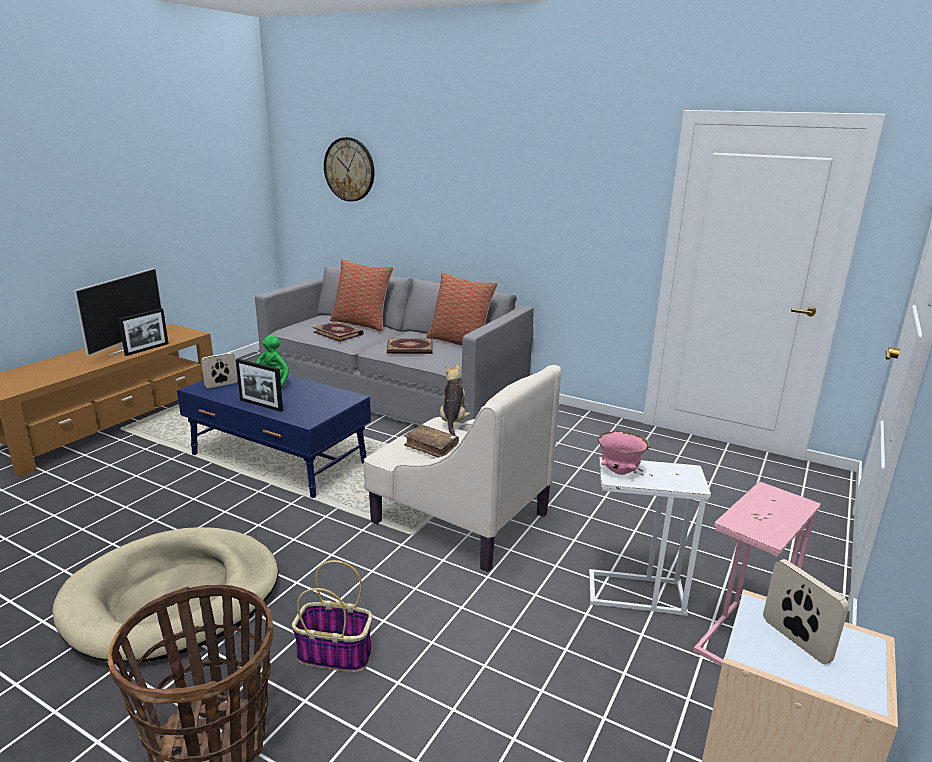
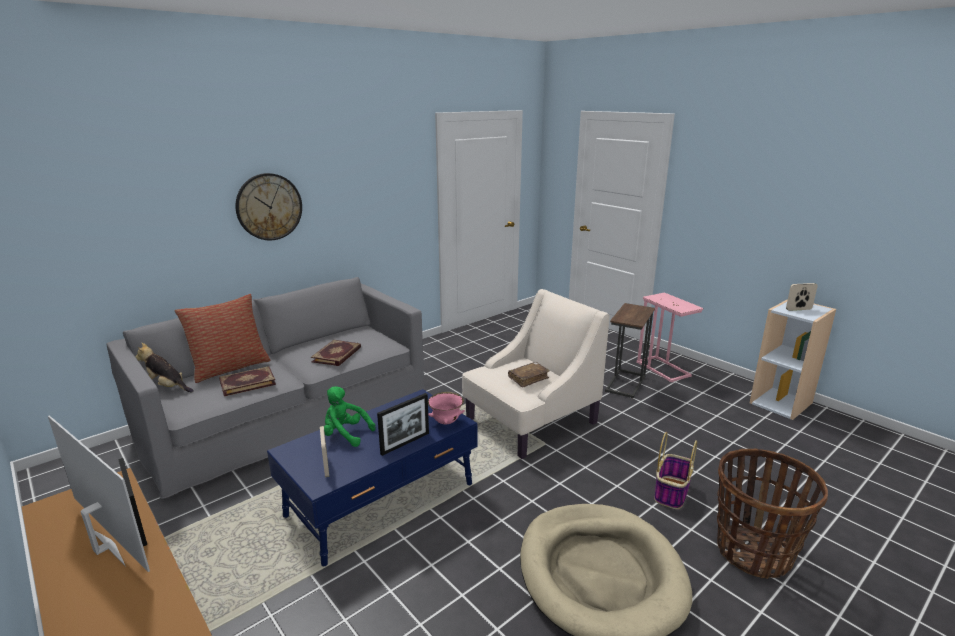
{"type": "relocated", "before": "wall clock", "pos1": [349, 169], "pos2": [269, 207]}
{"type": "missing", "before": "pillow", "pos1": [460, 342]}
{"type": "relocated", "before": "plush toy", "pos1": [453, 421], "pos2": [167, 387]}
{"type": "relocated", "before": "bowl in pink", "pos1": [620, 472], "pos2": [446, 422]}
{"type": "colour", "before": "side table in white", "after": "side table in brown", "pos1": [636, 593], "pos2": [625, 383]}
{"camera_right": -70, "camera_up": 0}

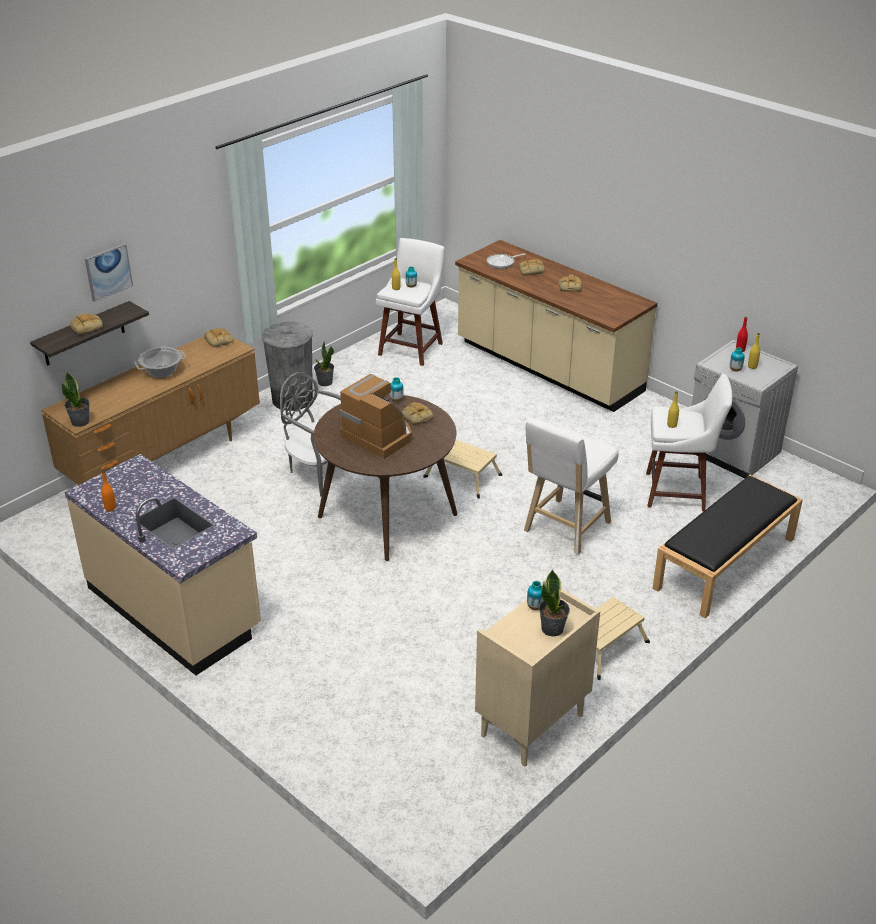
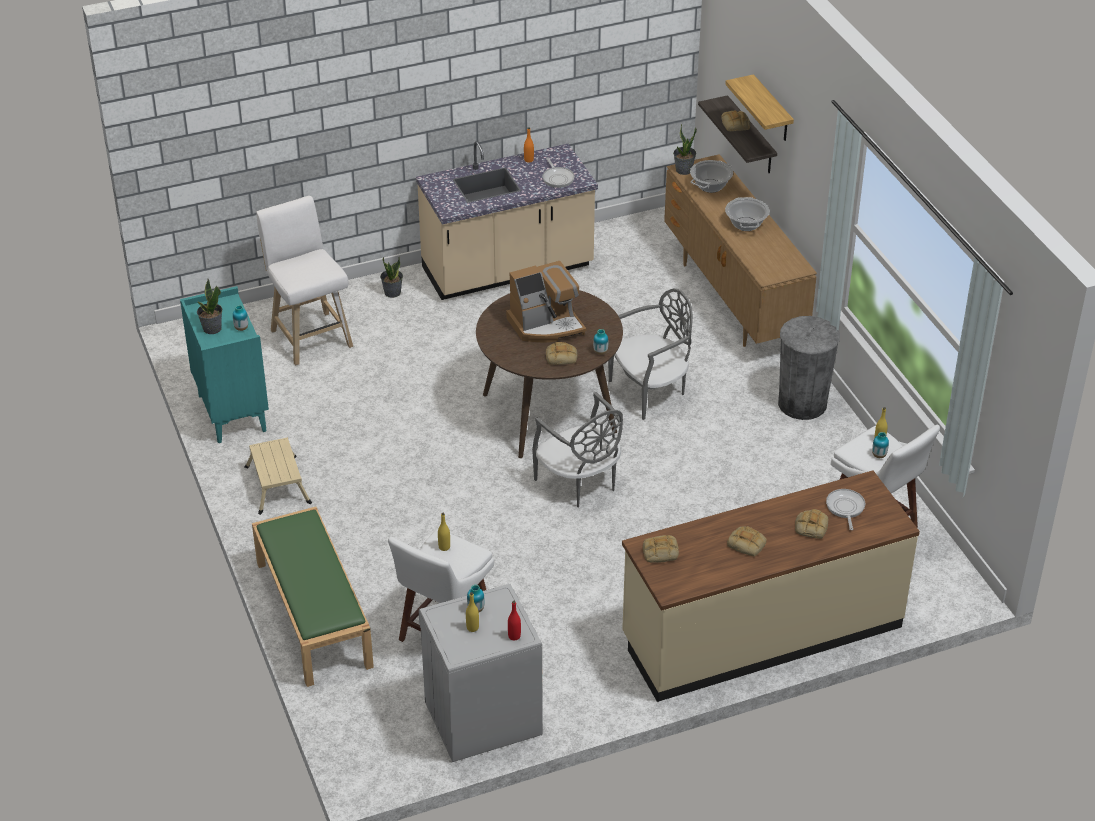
{"type": "exchanged", "before": "picture", "after": "shelf", "pos1": [108, 271], "pos2": [772, 110]}
{"type": "relocated", "before": "bread", "pos1": [219, 340], "pos2": [660, 552]}
{"type": "relocated", "before": "potted plant", "pos1": [325, 382], "pos2": [392, 292]}
{"type": "relocated", "before": "stool in white", "pos1": [564, 529], "pos2": [310, 336]}
{"type": "exchanged", "before": "step ladder in beige", "after": "chair in grey", "pos1": [463, 476], "pos2": [580, 483]}
{"type": "colour", "before": "bench in black", "after": "bench in green", "pos1": [725, 564], "pos2": [312, 613]}
{"type": "colour", "before": "cabinet in beige", "after": "cabinet in turquoise", "pos1": [531, 725], "pos2": [232, 412]}
{"type": "appeared", "after": "frying pan", "pos2": [557, 178]}
{"type": "appeared", "after": "cooking pot", "pos2": [710, 186]}
{"camera_right": 115, "camera_up": 5}

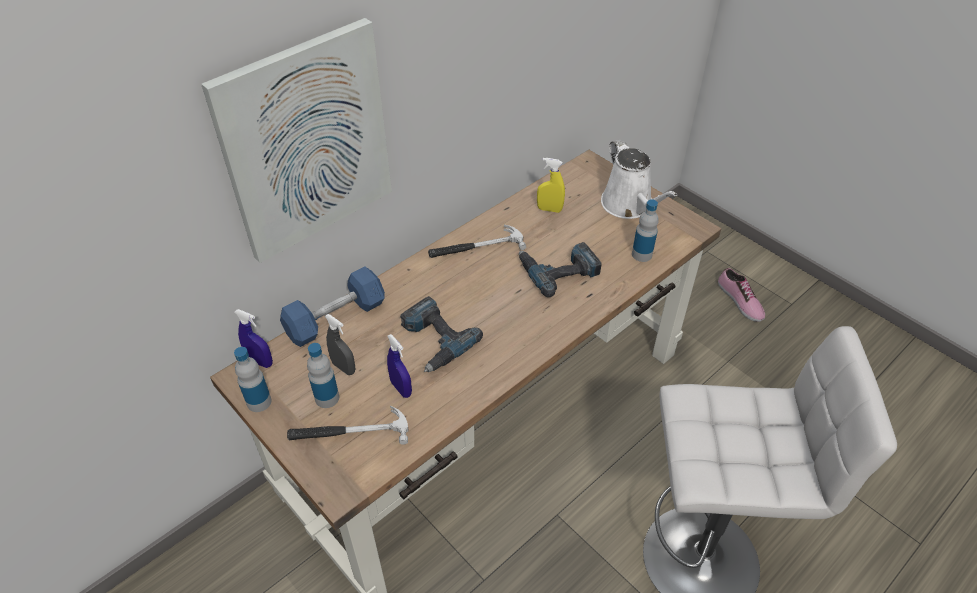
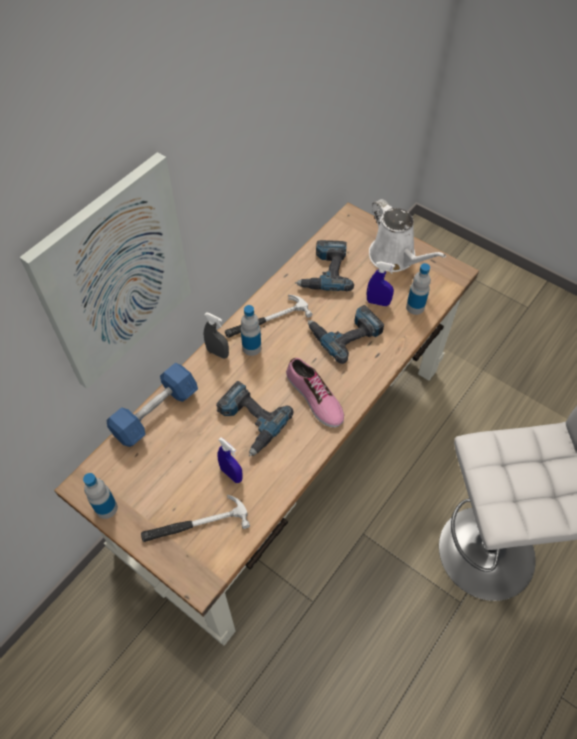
{"type": "exchanged", "before": "spray bottle in yellow", "after": "power drill", "pos1": [549, 209], "pos2": [324, 271]}
{"type": "relocated", "before": "shoe", "pos1": [739, 301], "pos2": [314, 398]}
{"type": "relocated", "before": "spray bottle in blue", "pos1": [260, 362], "pos2": [378, 302]}
{"type": "relocated", "before": "spray bottle in grey", "pos1": [343, 367], "pos2": [217, 353]}
{"type": "relocated", "before": "bottle", "pos1": [327, 398], "pos2": [251, 347]}
{"camera_right": -10, "camera_up": 10}

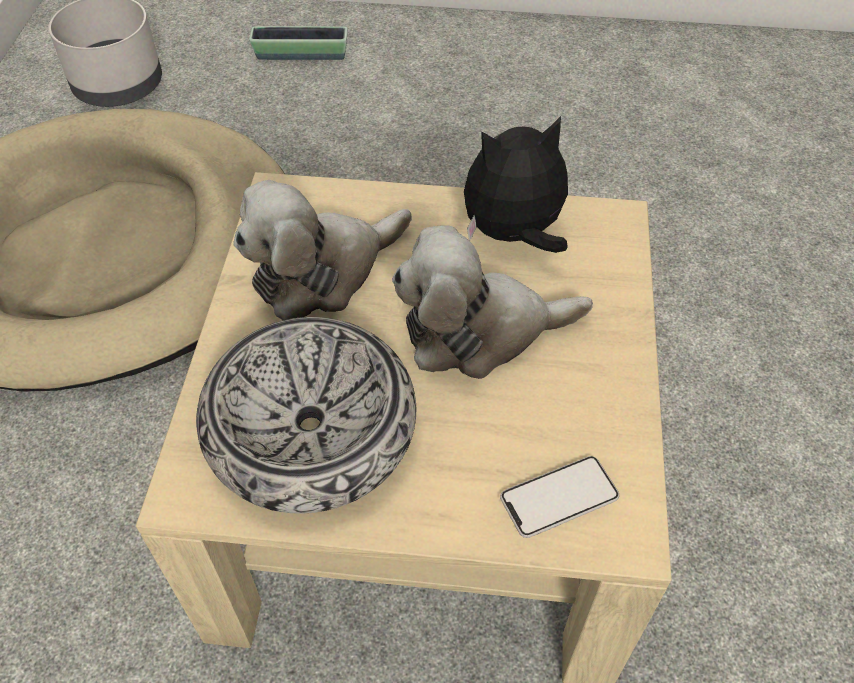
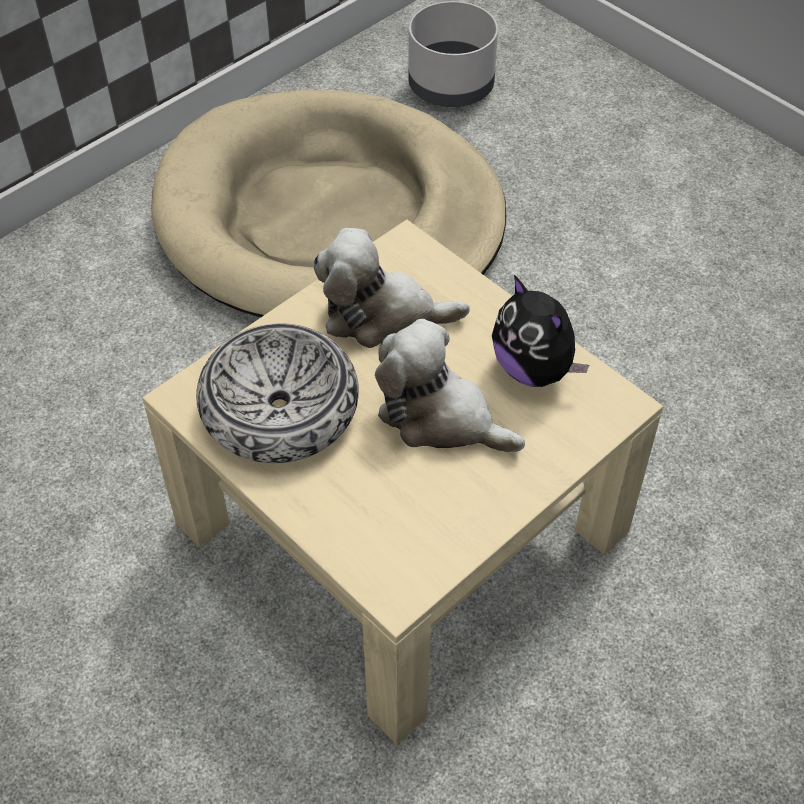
{"type": "missing", "before": "planter", "pos1": [301, 55]}
{"type": "spun", "before": "plush toy", "pos1": [514, 235], "pos2": [534, 369], "turn": -150}
{"type": "missing", "before": "phone", "pos1": [559, 497]}
{"camera_right": 40, "camera_up": 0}

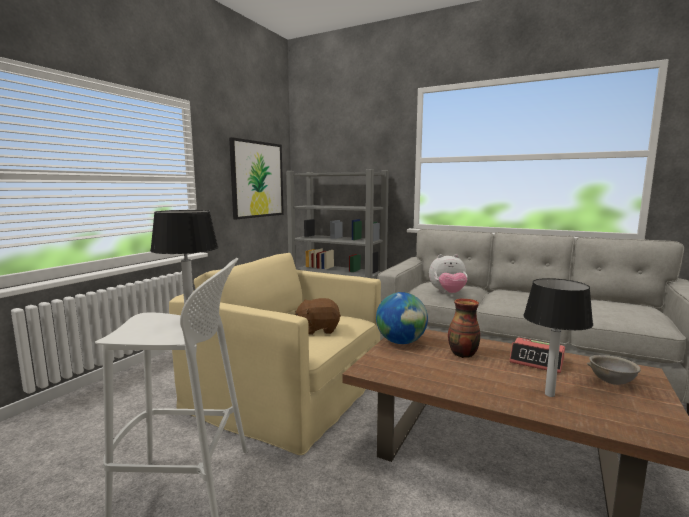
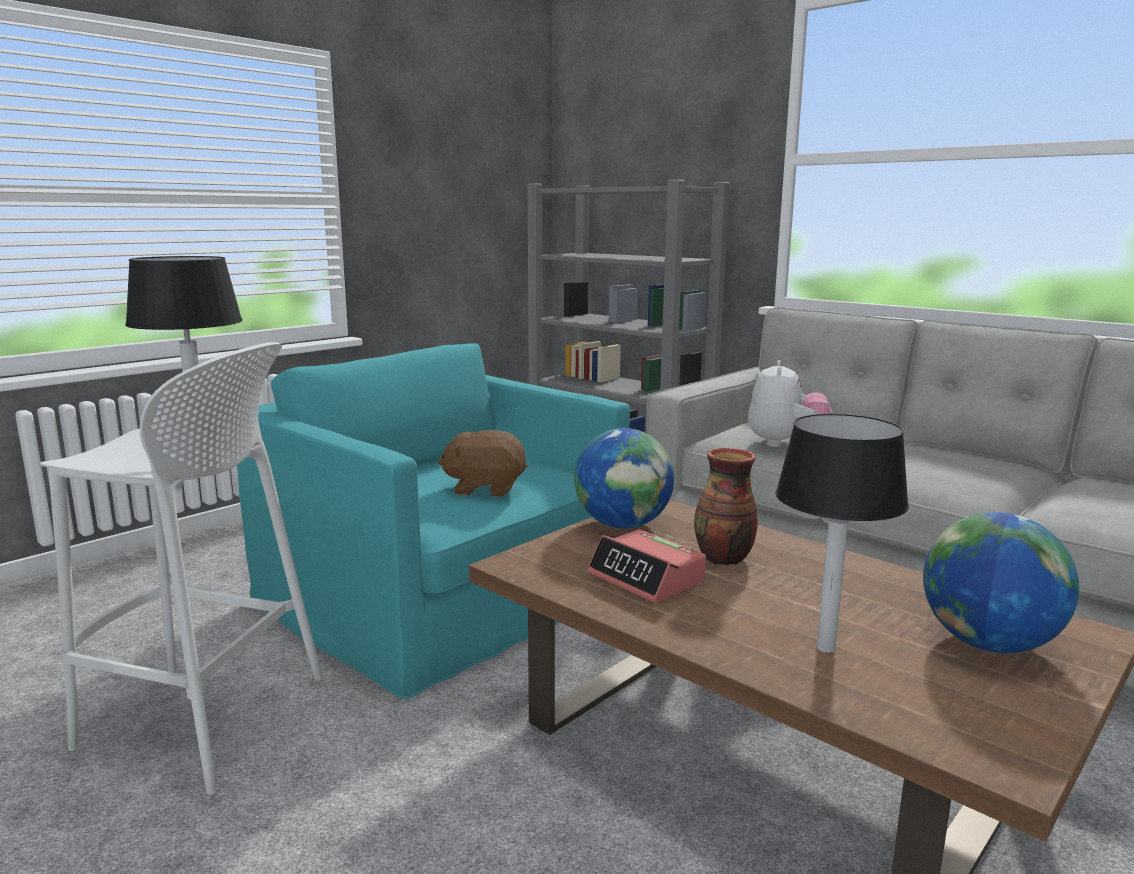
{"type": "missing", "before": "picture", "pos1": [257, 179]}
{"type": "colour", "before": "armchair in beige", "after": "armchair in turquoise", "pos1": [287, 390], "pos2": [442, 594]}
{"type": "spun", "before": "plush toy", "pos1": [448, 293], "pos2": [785, 443], "turn": -90}
{"type": "relocated", "before": "alarm clock", "pos1": [537, 361], "pos2": [646, 579]}
{"type": "exchanged", "before": "bowl in grey", "after": "globe", "pos1": [611, 382], "pos2": [988, 644]}
{"camera_right": 15, "camera_up": 5}

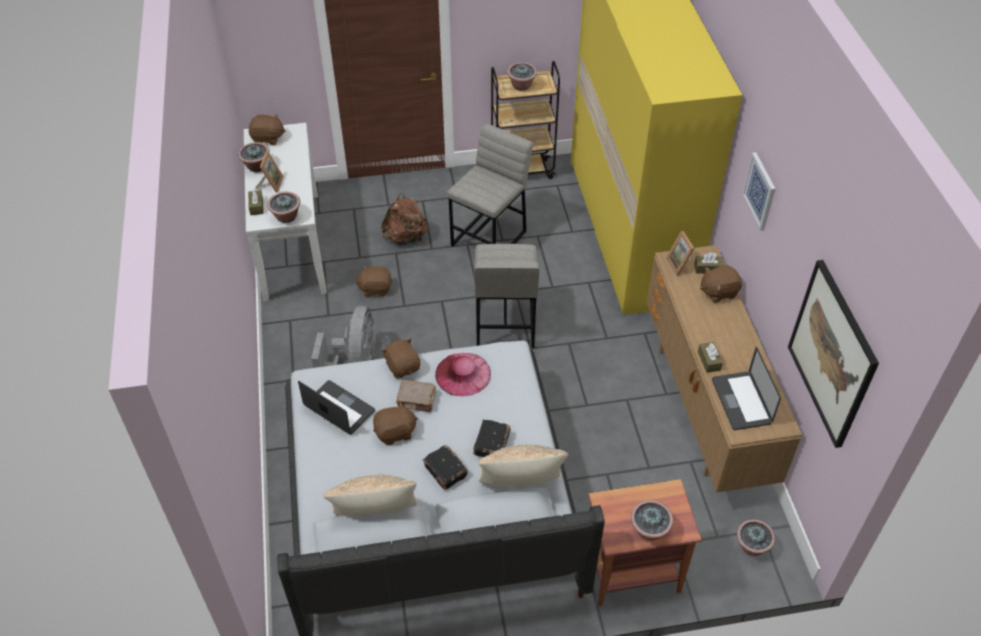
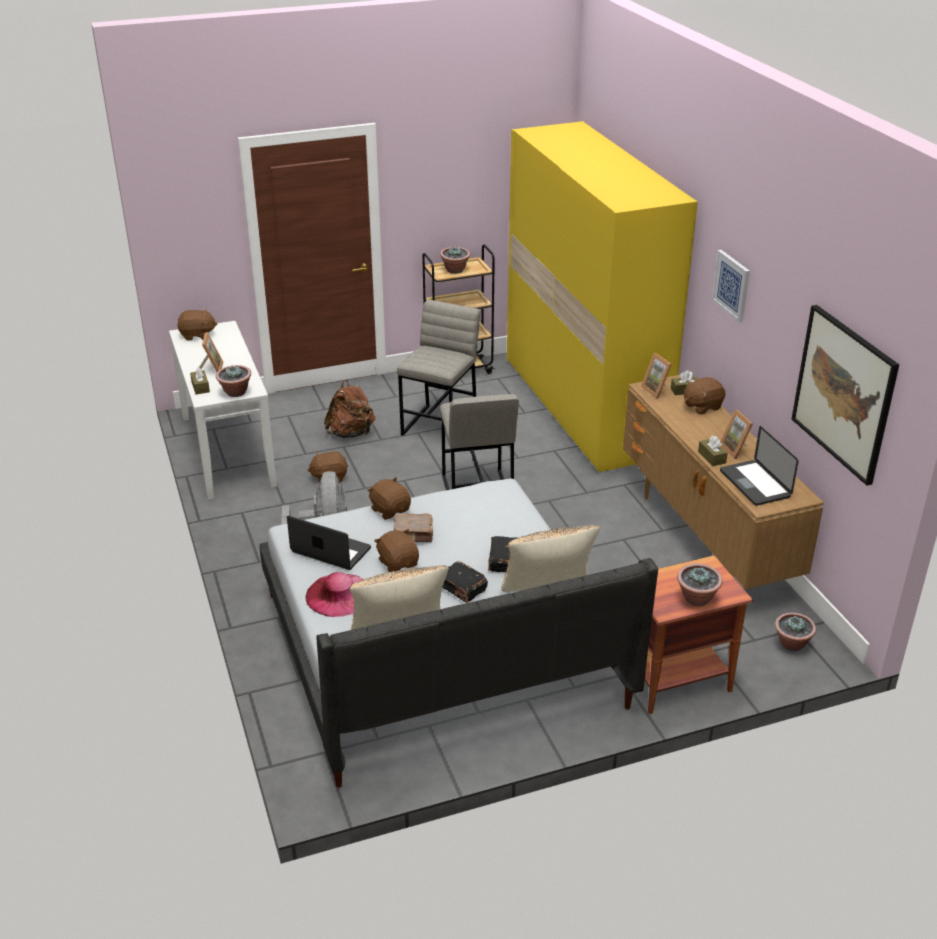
{"type": "missing", "before": "potted plant", "pos1": [256, 167]}
{"type": "relocated", "before": "hat in pink", "pos1": [463, 374], "pos2": [338, 595]}
{"type": "spun", "before": "plush toy in brown", "pos1": [395, 432], "pos2": [398, 563], "turn": -90}
{"type": "appeared", "after": "picture frame", "pos2": [736, 450]}
{"camera_right": -10, "camera_up": -15}

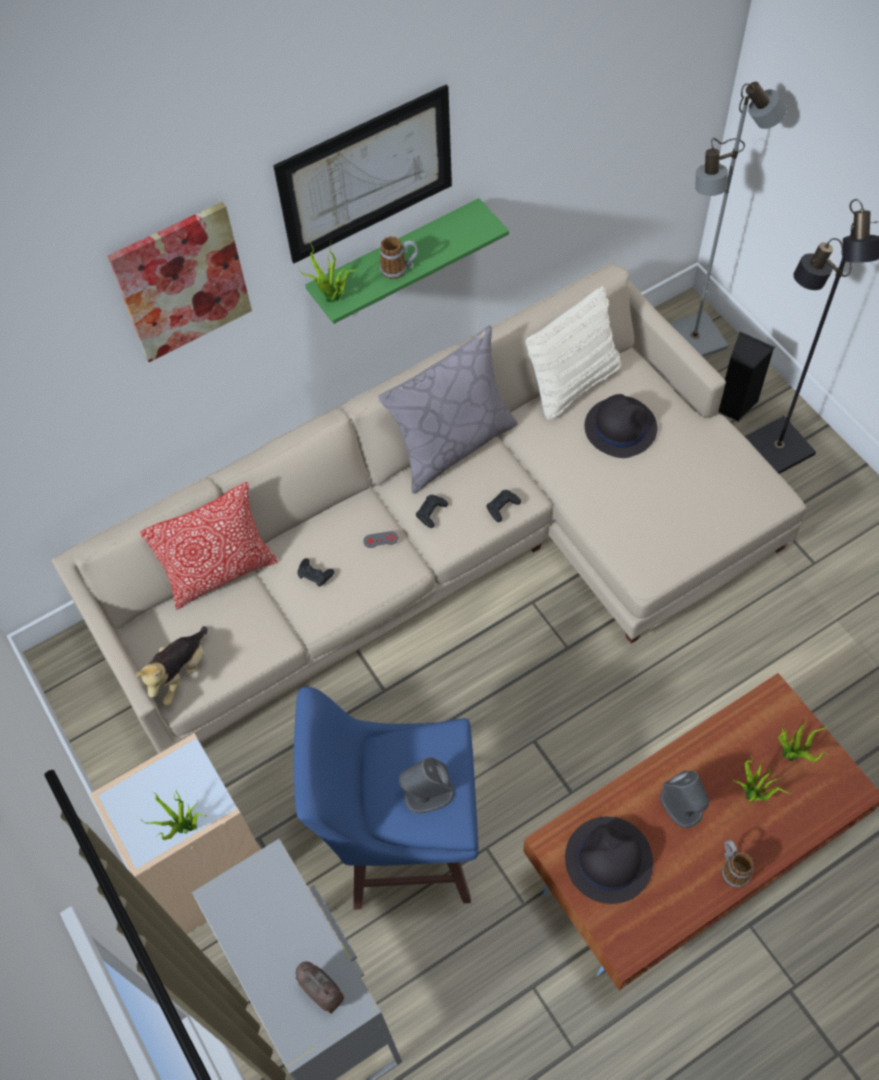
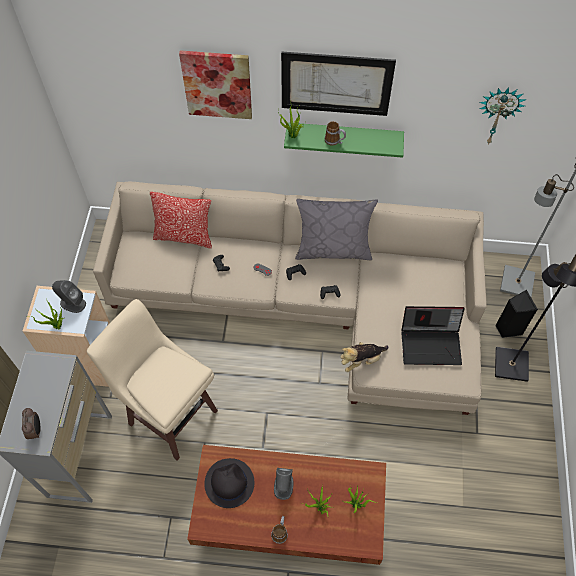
{"type": "missing", "before": "pillow in beige", "pos1": [572, 384]}
{"type": "missing", "before": "hat in black", "pos1": [620, 427]}
{"type": "relocated", "before": "plush toy", "pos1": [180, 673], "pos2": [361, 360]}
{"type": "colour", "before": "stool in blue", "after": "stool in beige", "pos1": [404, 847], "pos2": [171, 415]}
{"type": "relocated", "before": "speaker in grey", "pos1": [428, 794], "pos2": [72, 303]}
{"type": "appeared", "after": "wall clock", "pos2": [497, 114]}
{"type": "appeared", "after": "laptop", "pos2": [431, 343]}
{"camera_right": 35, "camera_up": 0}

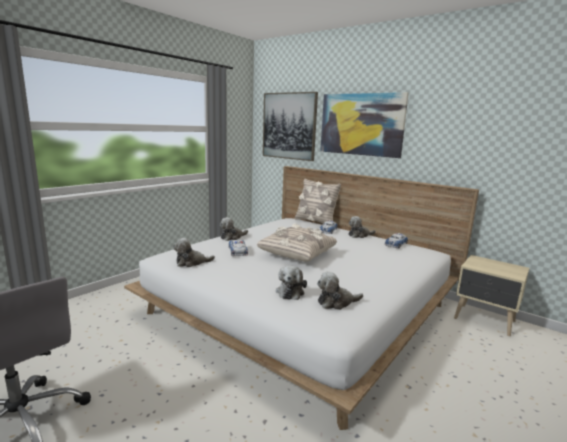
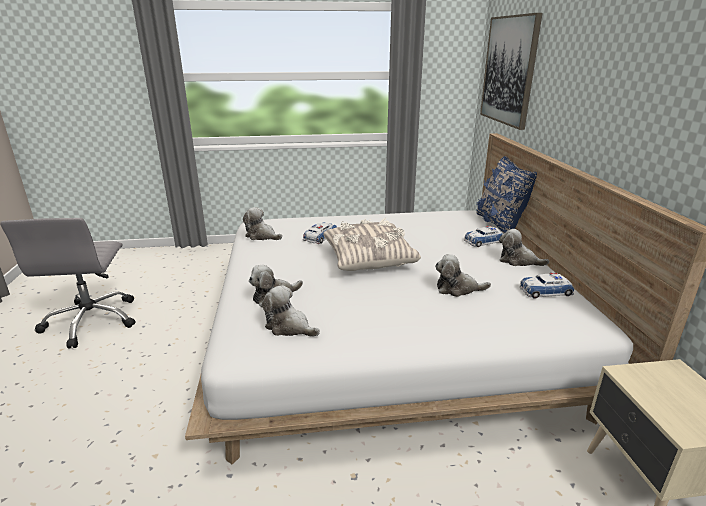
{"type": "missing", "before": "picture", "pos1": [361, 124]}
{"type": "colour", "before": "pillow in beige", "after": "pillow in blue", "pos1": [315, 222], "pos2": [499, 225]}
{"type": "relocated", "before": "plush toy", "pos1": [232, 237], "pos2": [457, 289]}
{"camera_right": 45, "camera_up": 10}

